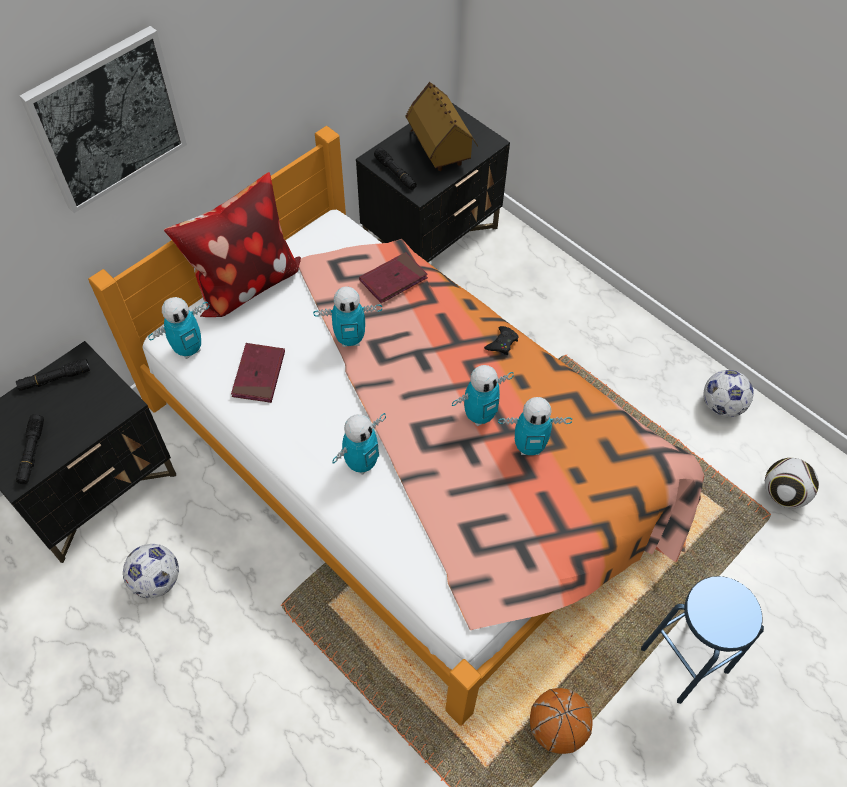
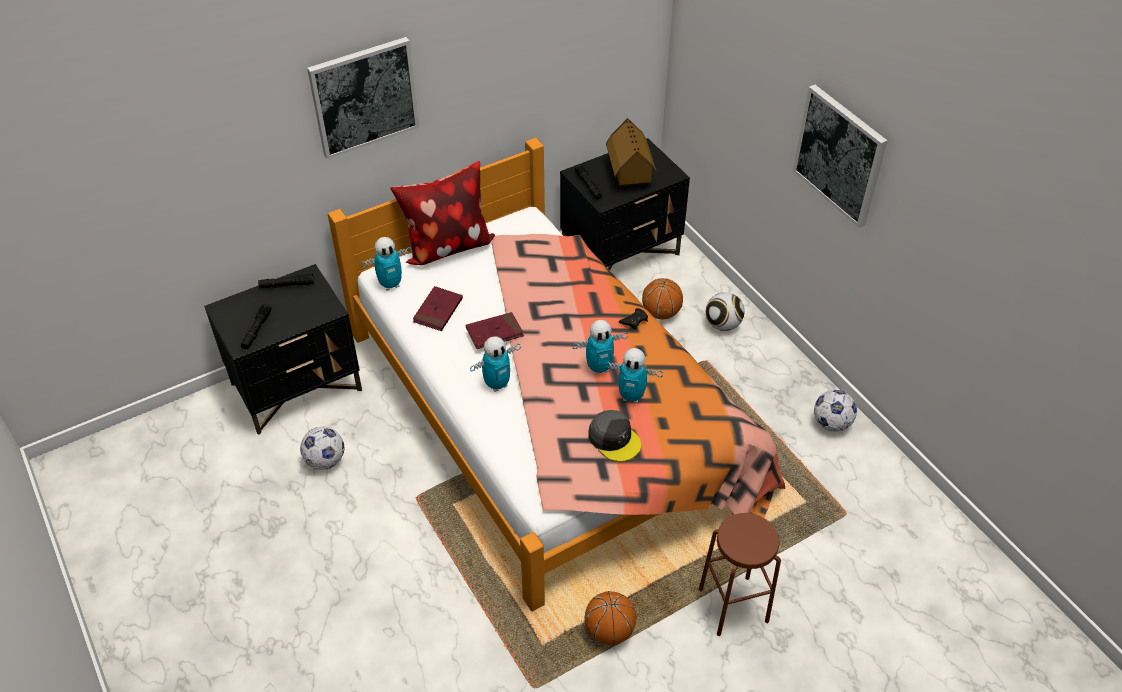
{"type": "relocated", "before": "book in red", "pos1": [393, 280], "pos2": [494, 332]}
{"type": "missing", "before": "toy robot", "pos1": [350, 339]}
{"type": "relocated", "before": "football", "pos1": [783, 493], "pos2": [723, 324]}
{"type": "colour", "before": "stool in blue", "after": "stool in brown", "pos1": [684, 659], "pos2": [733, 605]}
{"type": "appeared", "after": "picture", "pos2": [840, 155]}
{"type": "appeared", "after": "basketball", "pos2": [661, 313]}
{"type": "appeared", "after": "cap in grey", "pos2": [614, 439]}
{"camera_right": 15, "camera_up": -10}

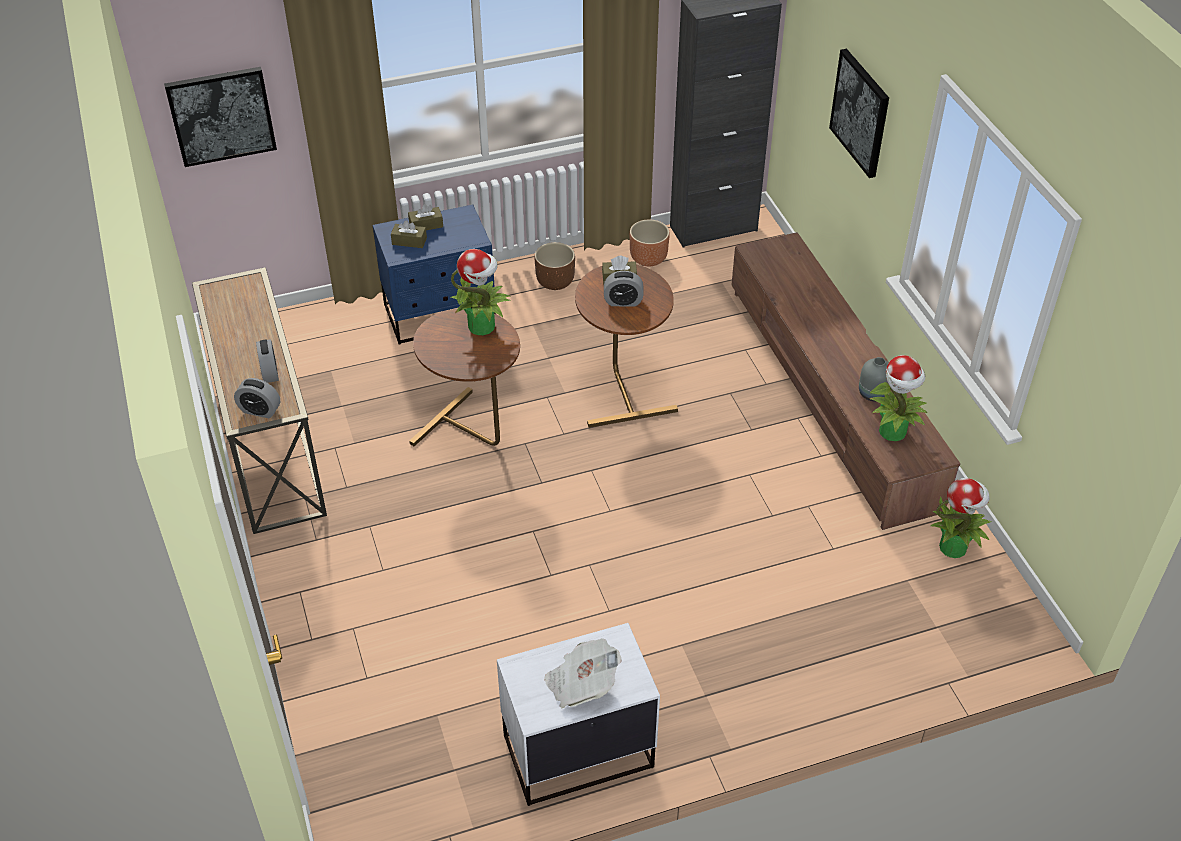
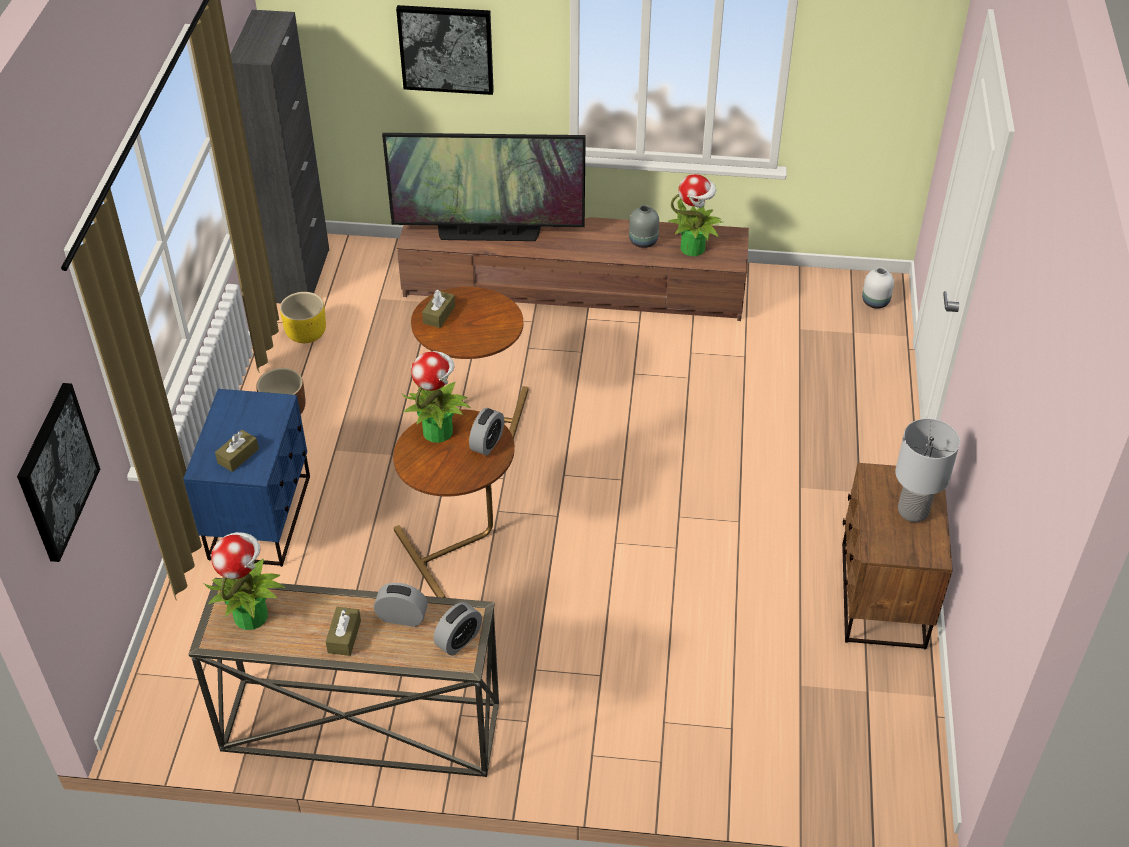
{"type": "relocated", "before": "tissue box in brown", "pos1": [426, 225], "pos2": [344, 636]}
{"type": "colour", "before": "planter in brown", "after": "planter in yellow", "pos1": [649, 258], "pos2": [306, 334]}
{"type": "relocated", "before": "alarm clock", "pos1": [623, 301], "pos2": [487, 443]}
{"type": "relocated", "before": "potted plant", "pos1": [954, 547], "pos2": [251, 615]}
{"type": "colour", "before": "nightstand in white", "after": "nightstand in brown", "pos1": [576, 750], "pos2": [881, 596]}
{"type": "exchanged", "before": "newspaper", "after": "table lamp in grey", "pos1": [581, 684], "pos2": [912, 514]}
{"type": "appeared", "after": "television", "pos2": [488, 234]}
{"type": "appeared", "after": "vase in white", "pos2": [875, 301]}
{"camera_right": -65, "camera_up": 0}

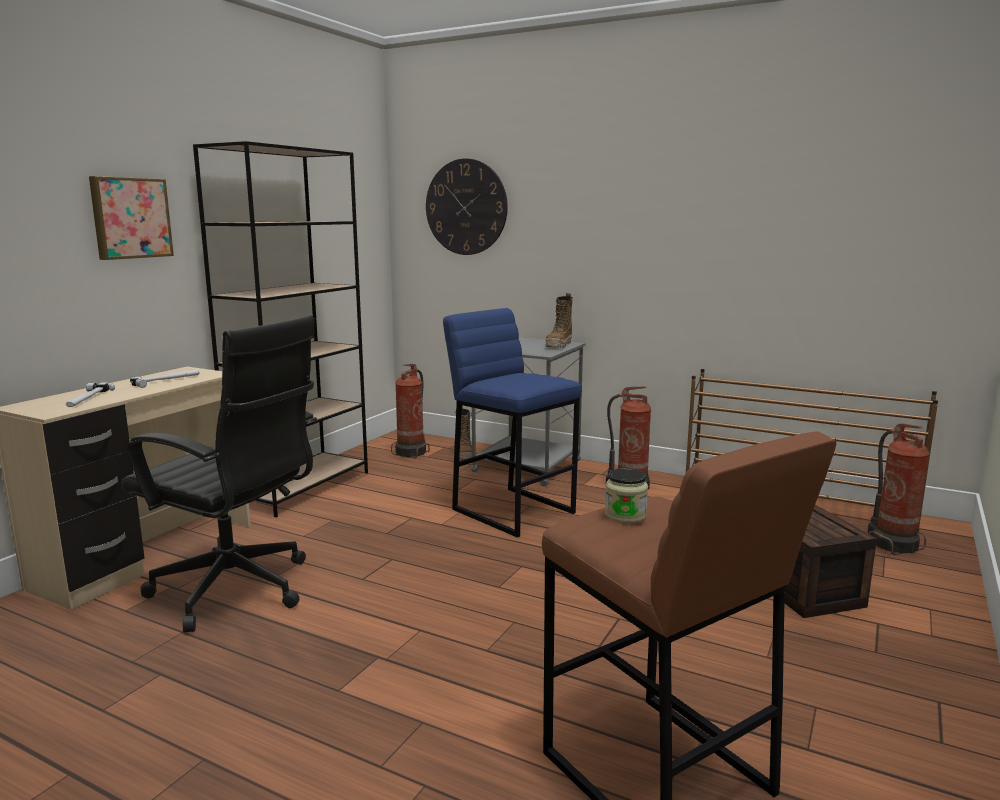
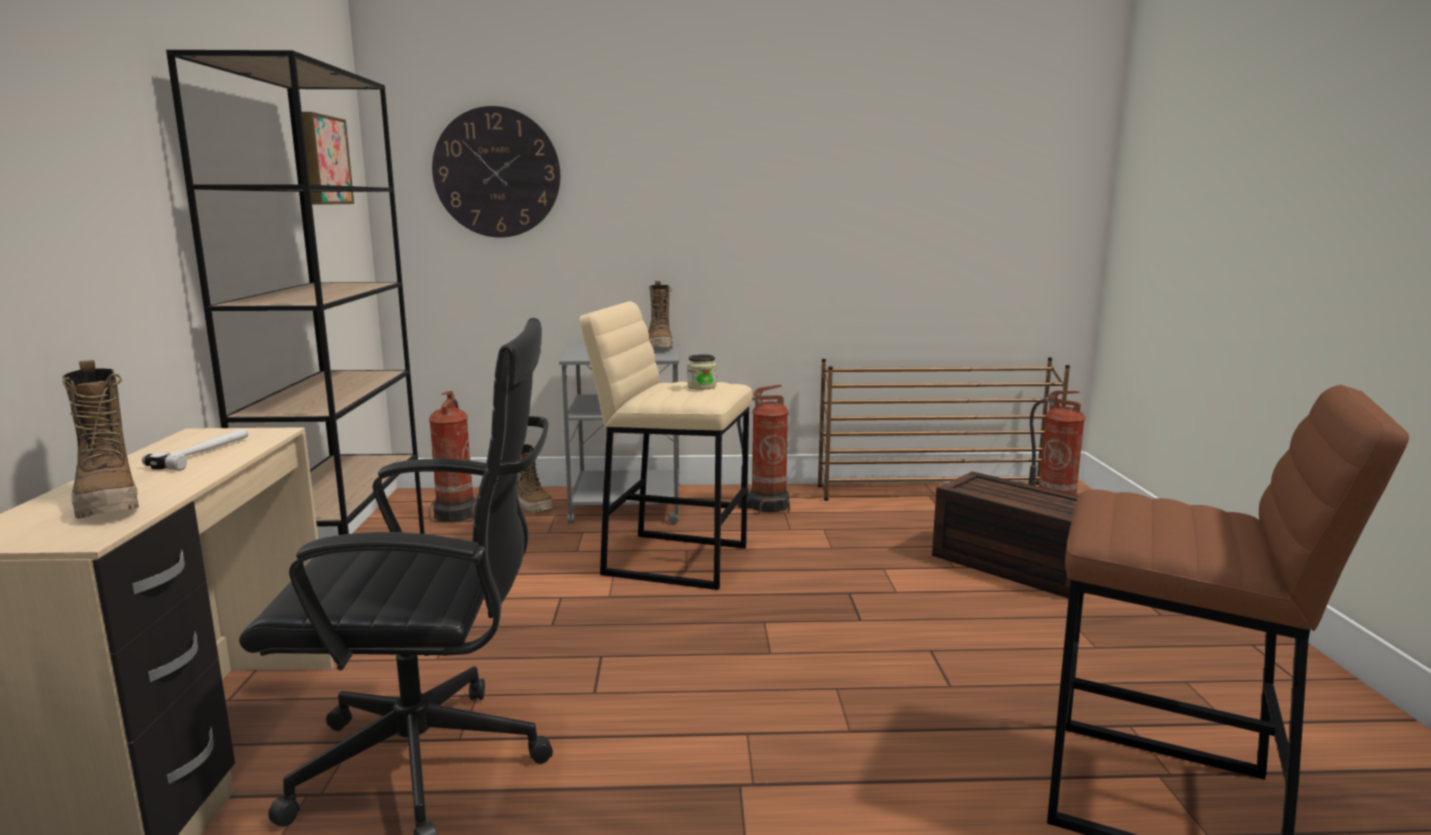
{"type": "relocated", "before": "picture", "pos1": [130, 218], "pos2": [323, 160]}
{"type": "colour", "before": "stool in blue", "after": "stool in beige", "pos1": [511, 510], "pos2": [672, 560]}
{"type": "exchanged", "before": "hammer", "after": "boot", "pos1": [87, 399], "pos2": [109, 503]}
{"type": "relocated", "before": "jar", "pos1": [625, 515], "pos2": [701, 386]}
{"camera_right": -30, "camera_up": 0}

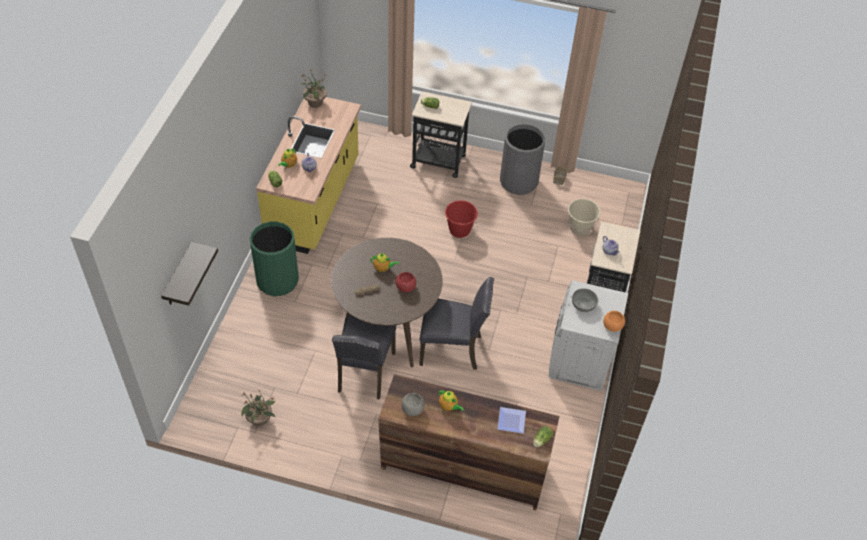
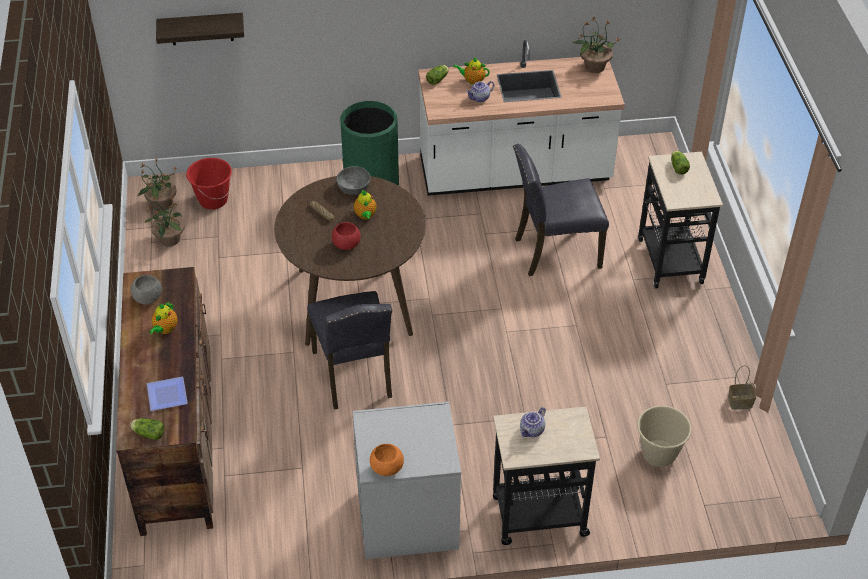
{"type": "colour", "before": "counter in yellow", "after": "counter in white", "pos1": [315, 201], "pos2": [515, 173]}
{"type": "missing", "before": "trash can in grey", "pos1": [518, 181]}
{"type": "relocated", "before": "bucket in red", "pos1": [459, 230], "pos2": [213, 200]}
{"type": "relocated", "before": "bowl in grey", "pos1": [583, 305], "pos2": [354, 187]}
{"type": "relocated", "before": "chair in grey", "pos1": [364, 373], "pos2": [555, 252]}
{"type": "appeared", "after": "potted plant", "pos2": [161, 204]}
{"camera_right": 70, "camera_up": -5}

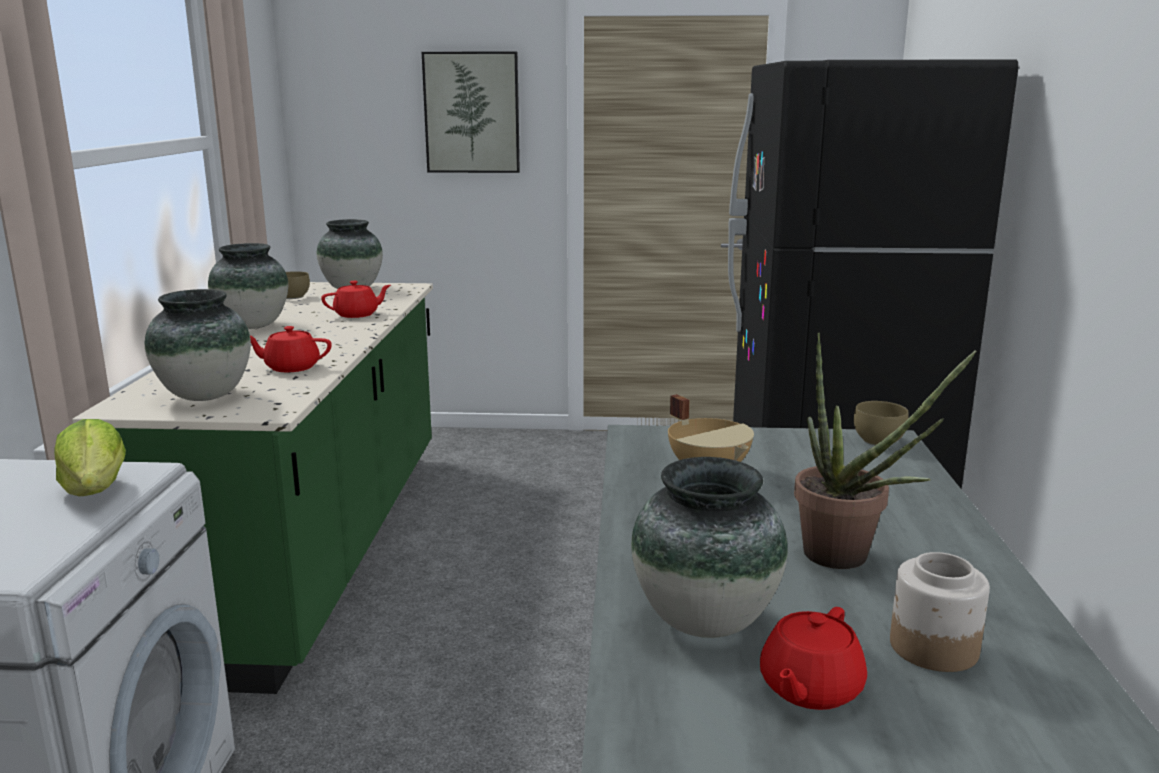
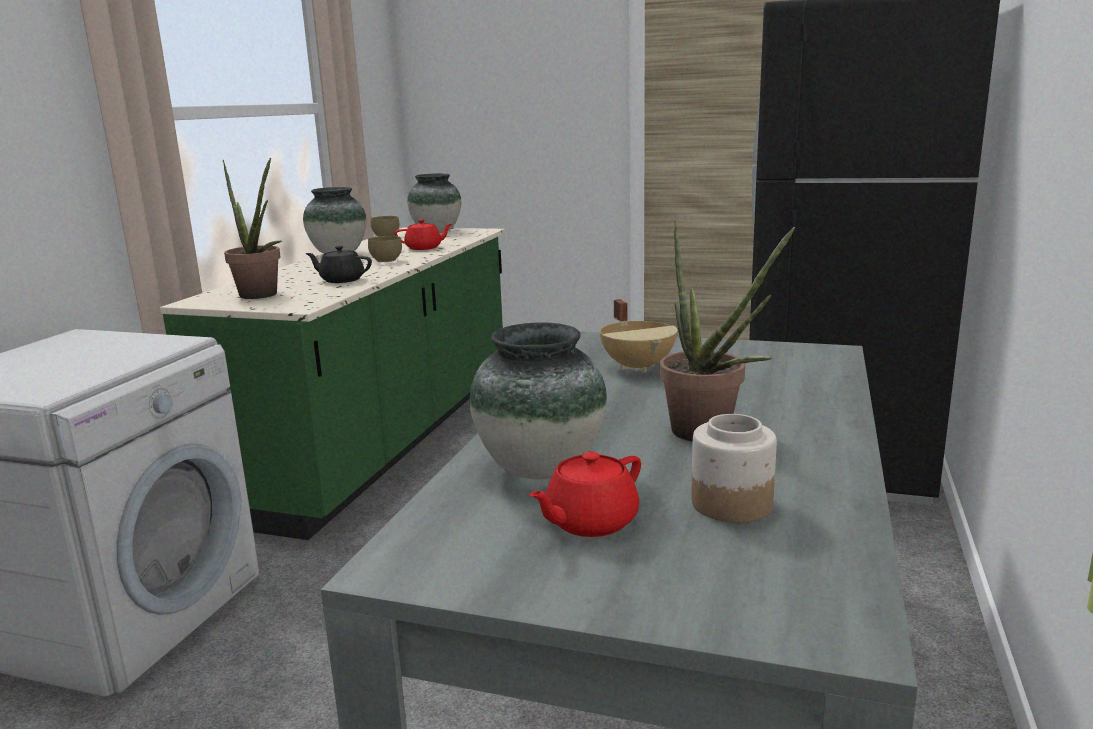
{"type": "missing", "before": "picture", "pos1": [472, 113]}
{"type": "exchanged", "before": "vase", "after": "potted plant", "pos1": [204, 396], "pos2": [262, 296]}
{"type": "colour", "before": "teapot in red", "after": "teapot in black", "pos1": [291, 367], "pos2": [341, 280]}
{"type": "relocated", "before": "bowl in brown", "pos1": [880, 441], "pos2": [387, 260]}
{"type": "missing", "before": "lettuce", "pos1": [95, 489]}
{"camera_right": 15, "camera_up": 0}

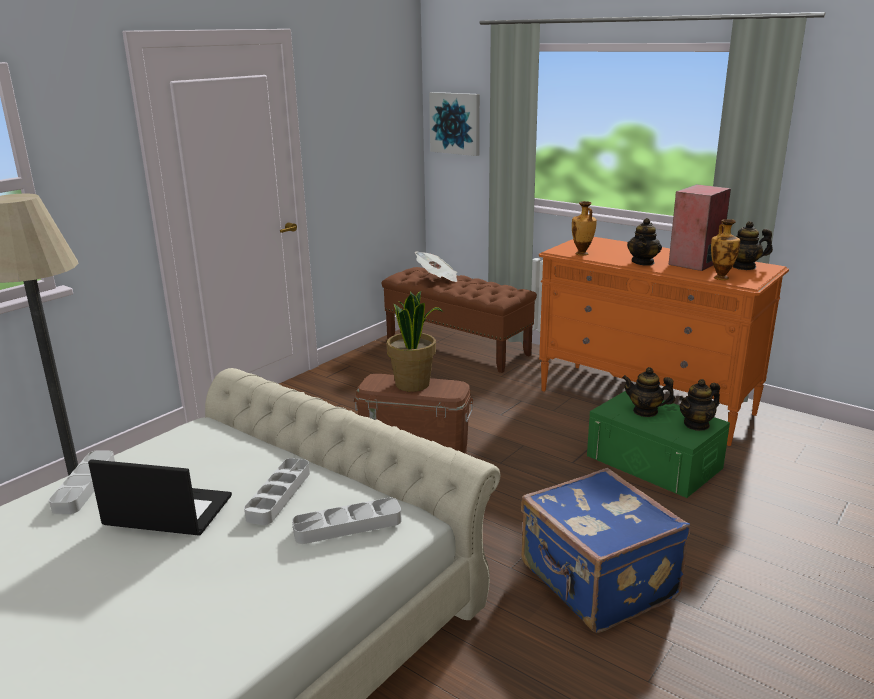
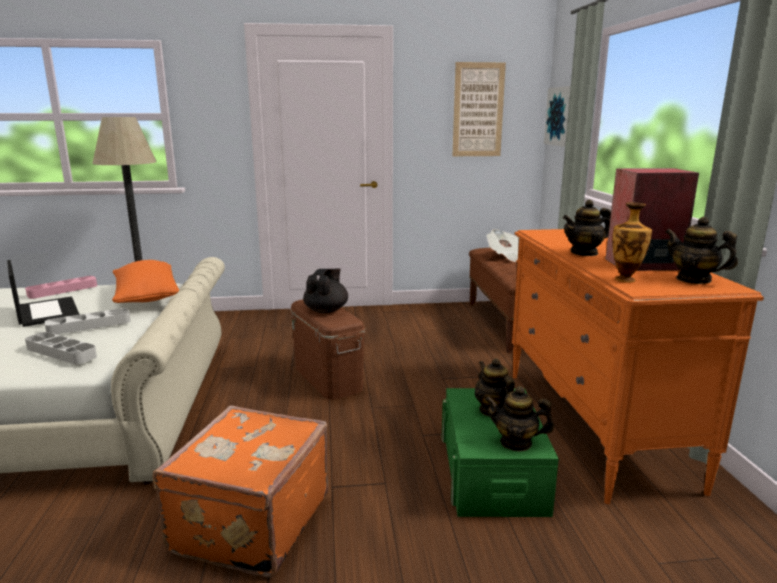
{"type": "missing", "before": "vase", "pos1": [582, 254]}
{"type": "exchanged", "before": "potted plant", "after": "teapot in black", "pos1": [413, 384], "pos2": [326, 310]}
{"type": "colour", "before": "tray in grey", "after": "tray in pink", "pos1": [85, 486], "pos2": [63, 290]}
{"type": "colour", "before": "suitcase in blue", "after": "suitcase in orange", "pos1": [596, 582], "pos2": [249, 522]}
{"type": "appeared", "after": "picture", "pos2": [478, 110]}
{"type": "appeared", "after": "pillow in orange", "pos2": [146, 297]}
{"camera_right": 45, "camera_up": -5}

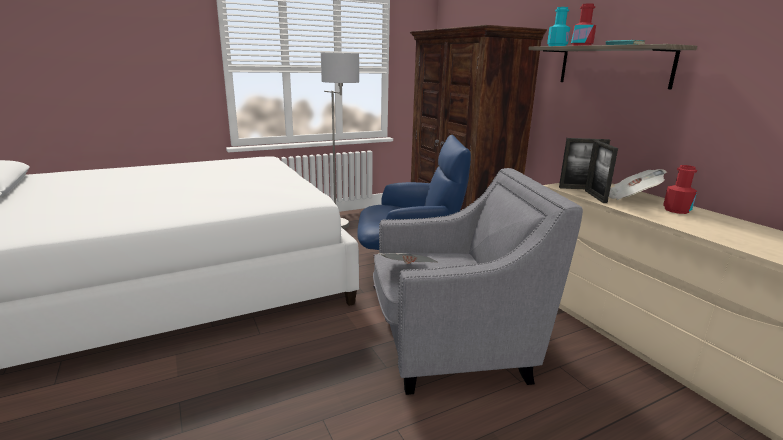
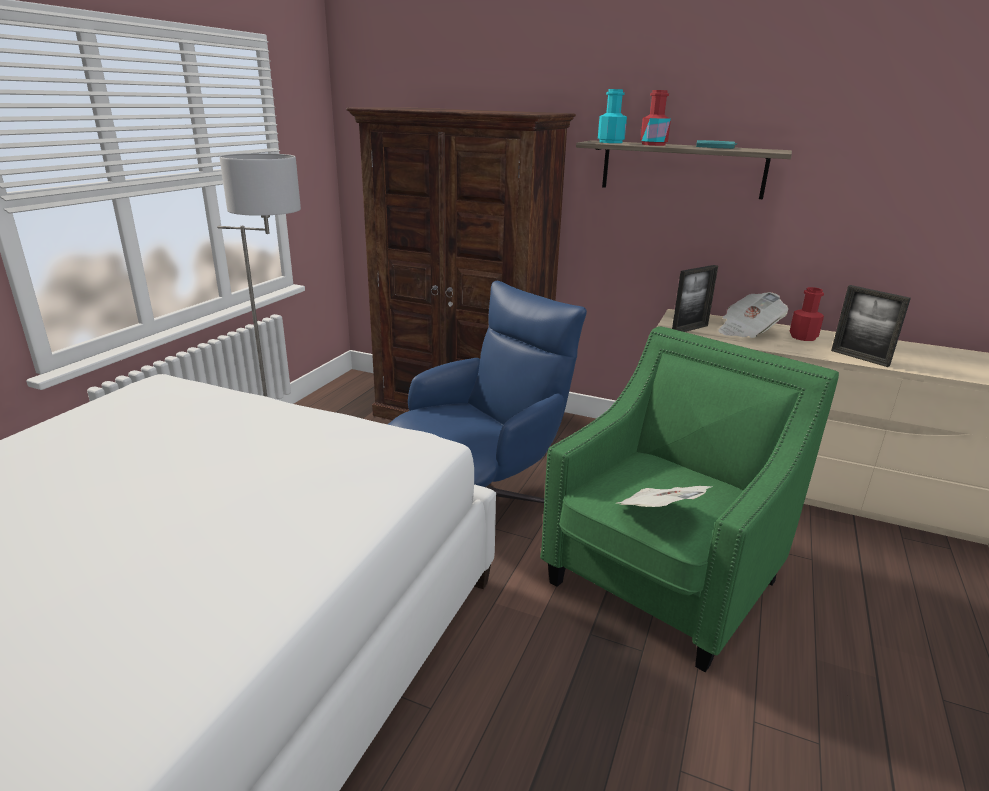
{"type": "relocated", "before": "picture frame", "pos1": [595, 196], "pos2": [859, 358]}
{"type": "colour", "before": "armchair in grey", "after": "armchair in green", "pos1": [454, 347], "pos2": [663, 579]}
{"camera_right": -40, "camera_up": 5}

